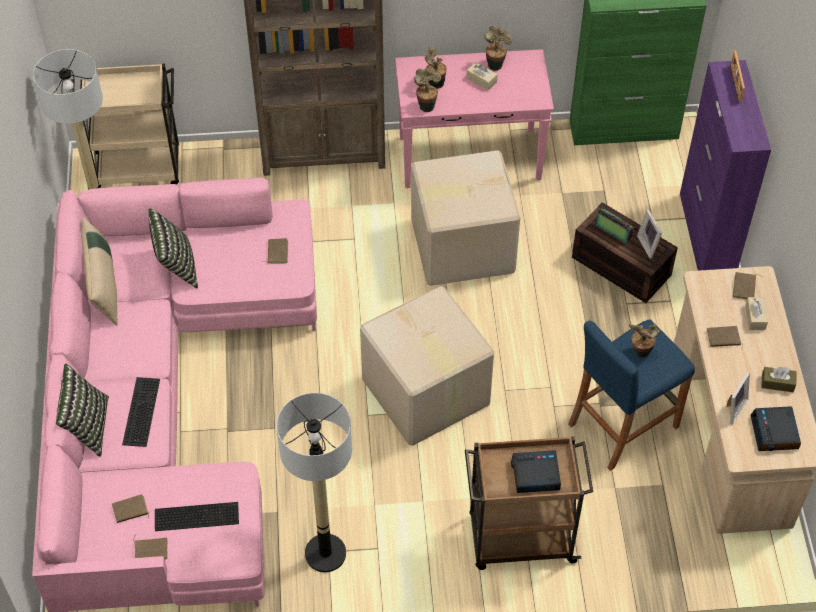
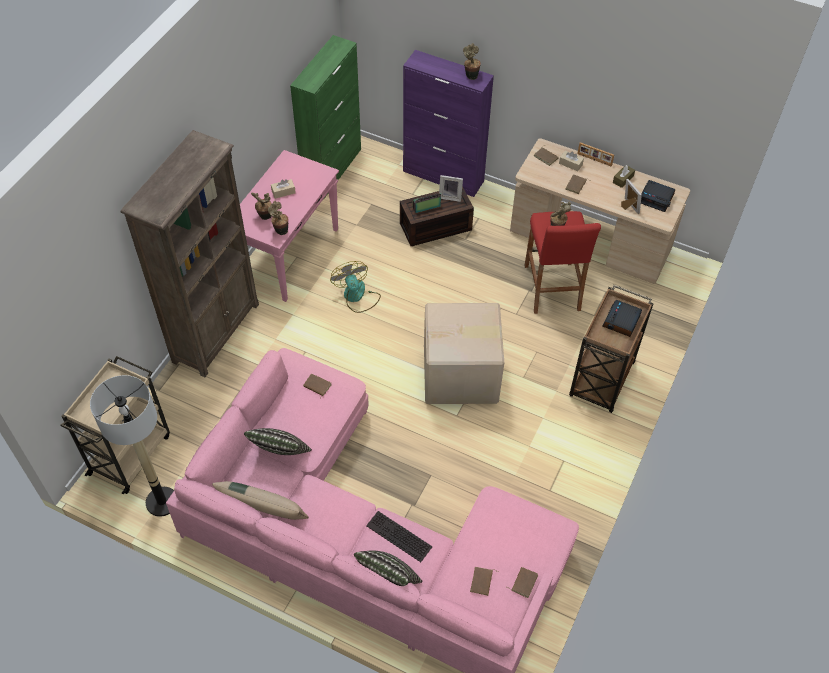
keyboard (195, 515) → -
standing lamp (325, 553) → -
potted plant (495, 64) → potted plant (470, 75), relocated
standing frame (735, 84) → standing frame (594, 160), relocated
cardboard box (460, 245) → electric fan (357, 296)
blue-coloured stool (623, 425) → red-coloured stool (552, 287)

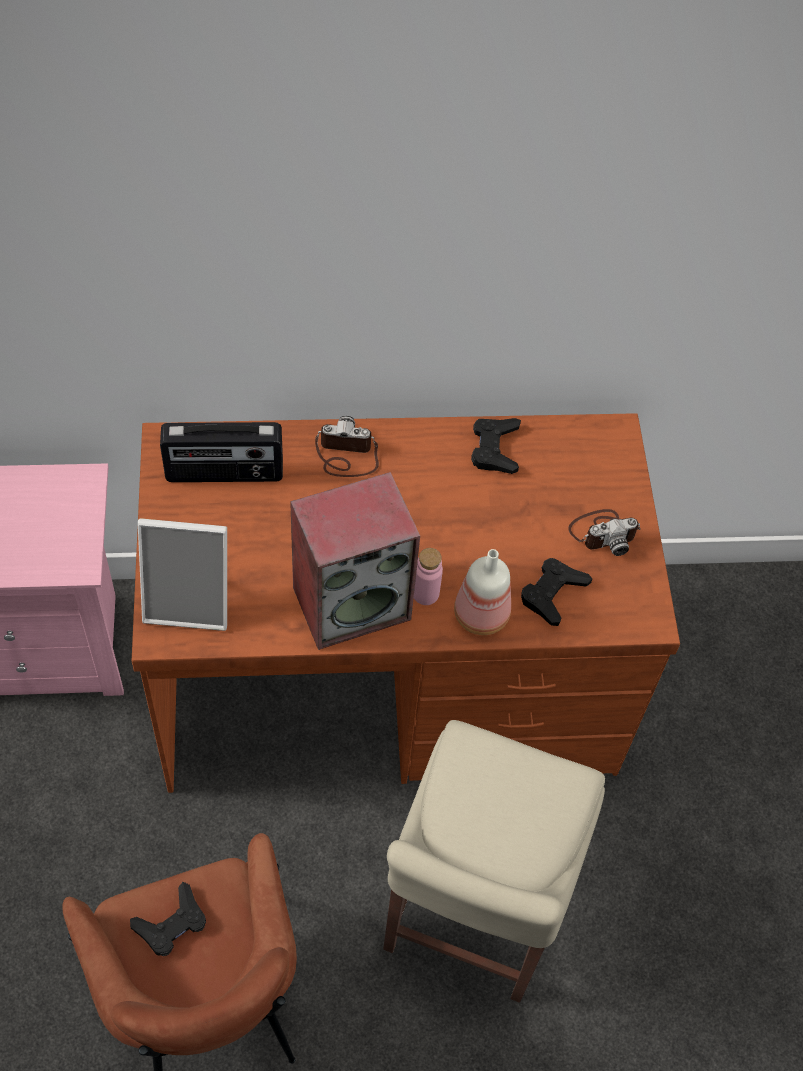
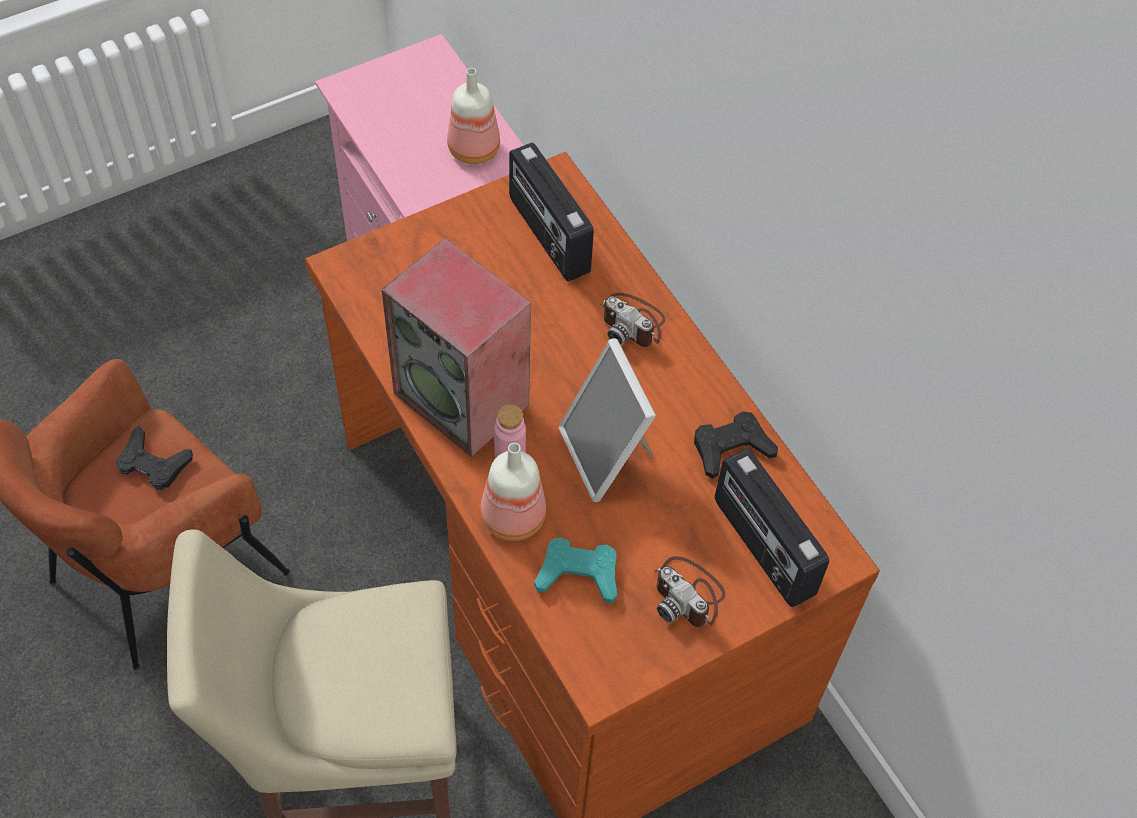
- → drink bottle (475, 149)
- → radio set (762, 548)
standing frame (190, 601) → standing frame (608, 455), relocated
black joypad (552, 594) → turquoise joypad (578, 574)
photo camera (346, 456) → photo camera (633, 322), 150 degrees clockwise

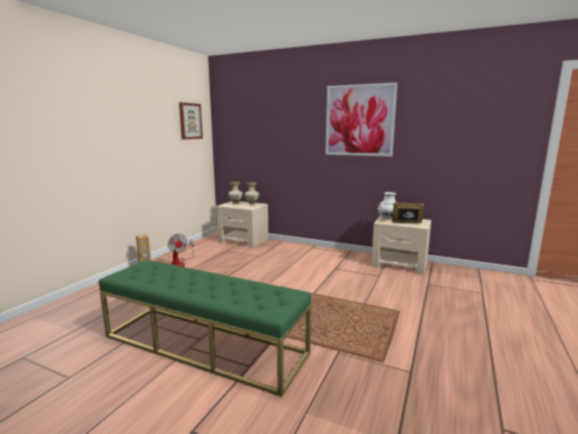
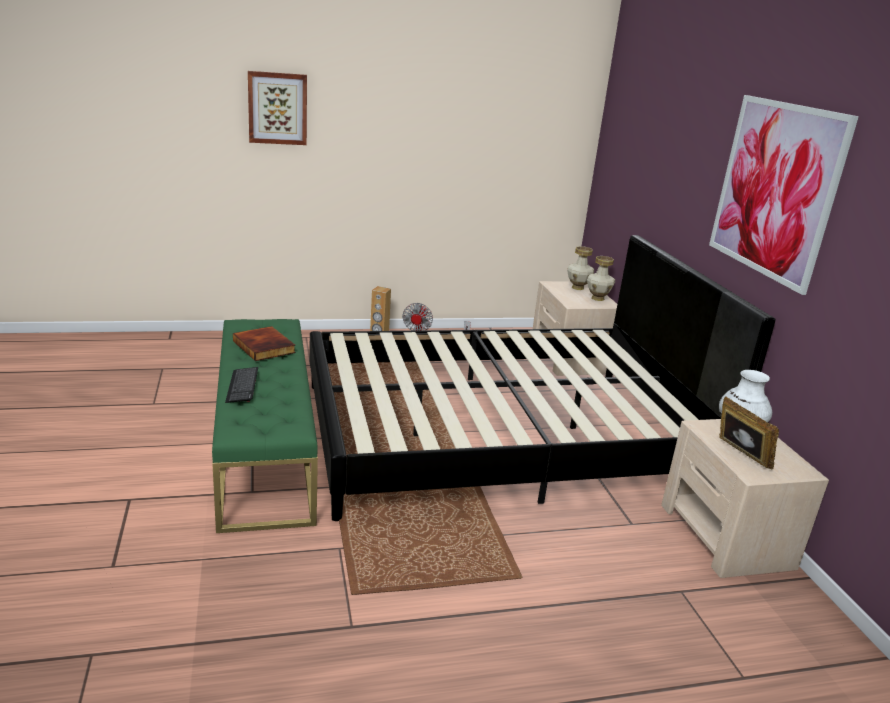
- → keyboard (242, 386)
- → volume (265, 347)
- → black sleeping bed (500, 436)
wall art (190, 121) → wall art (277, 108), relocated

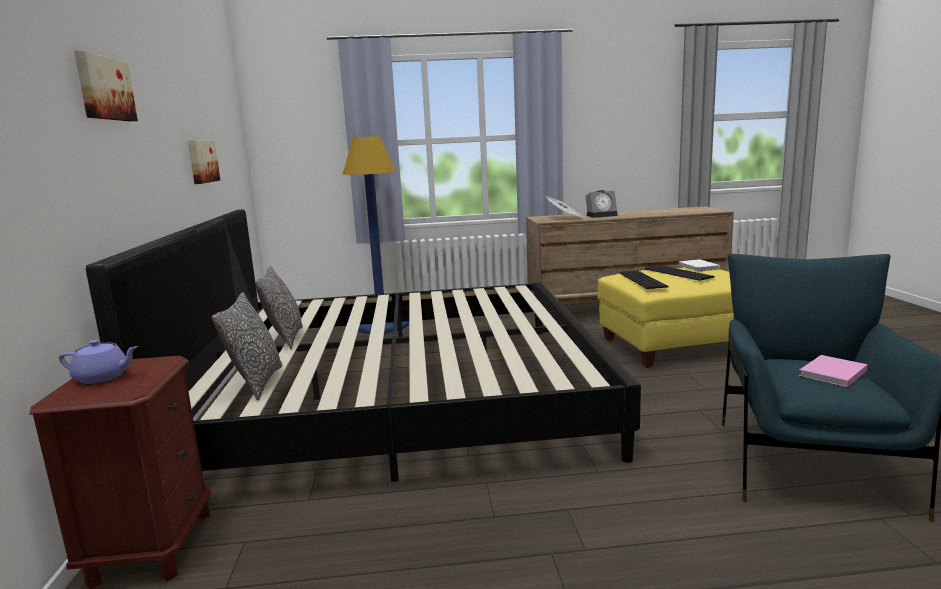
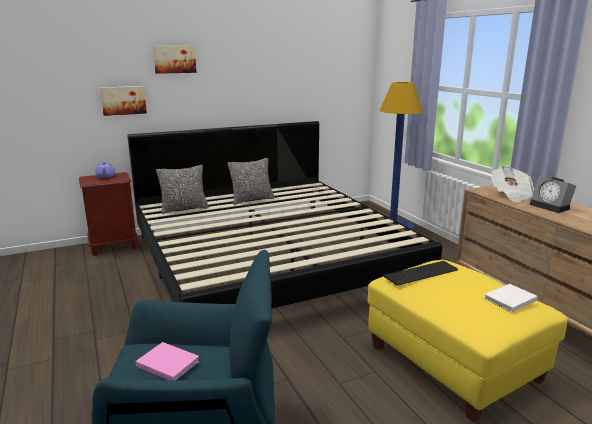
keyboard (678, 272) → -
wall art (201, 161) → wall art (123, 100), relocated

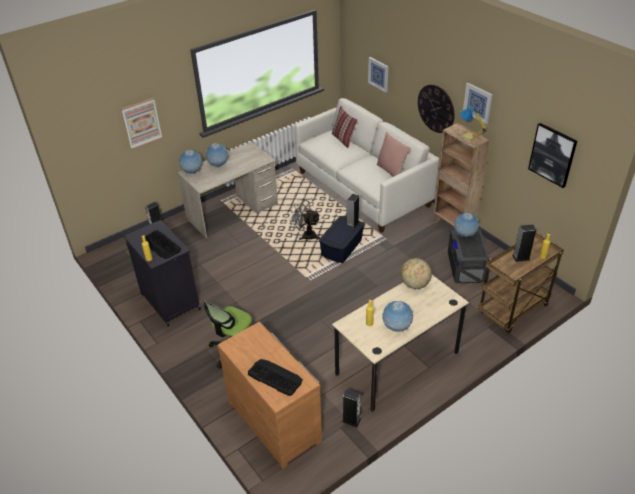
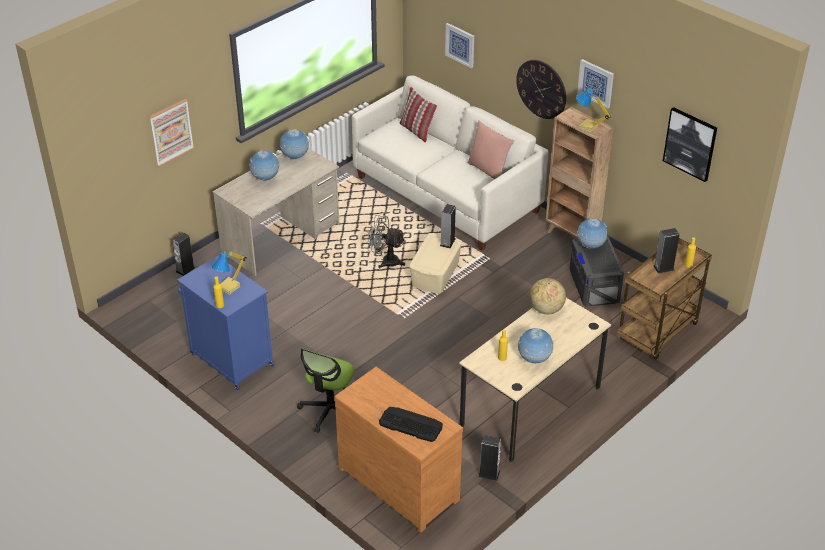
globe (192, 172) → globe (295, 157), relocated
keyboard (161, 245) → table lamp (230, 287)
black cupboard (169, 301) → blue-coloured cupboard (230, 359)
blue-coloured storage box (341, 247) → beige-coloured storage box (435, 273)

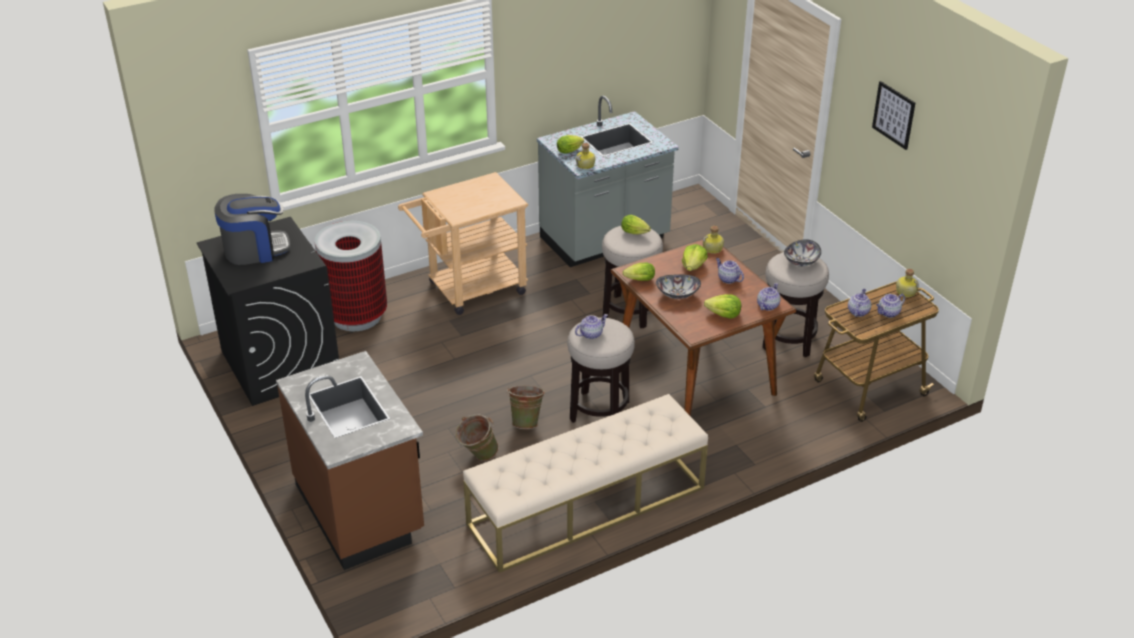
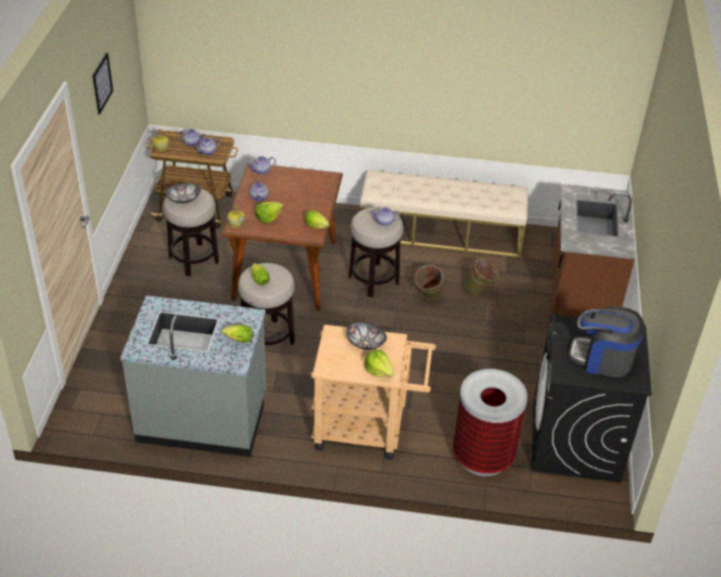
drink bottle (586, 165) → -
deep dish (677, 294) → deep dish (365, 343), relocated
lettuce head (723, 314) → lettuce head (379, 370), relocated

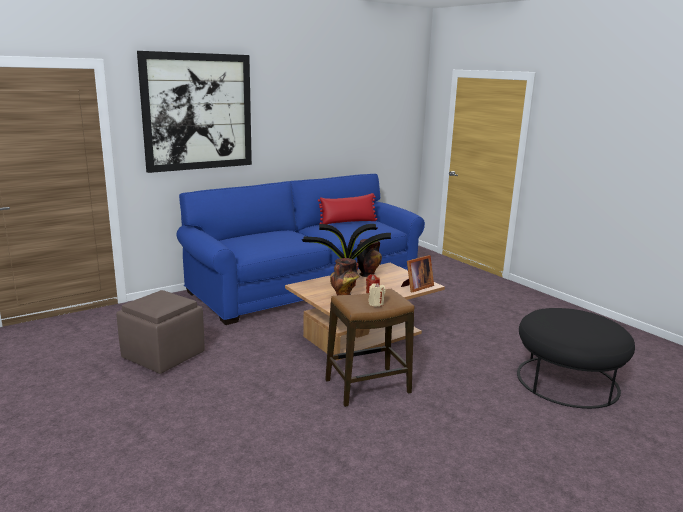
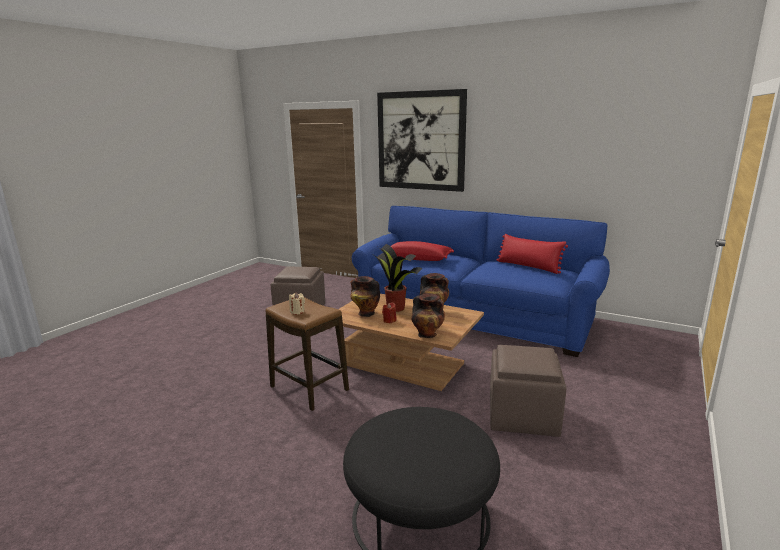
- → red-coloured throw pillow (419, 259)
- → brown ottoman (523, 416)
standing frame (416, 287) → flower vase (428, 335)

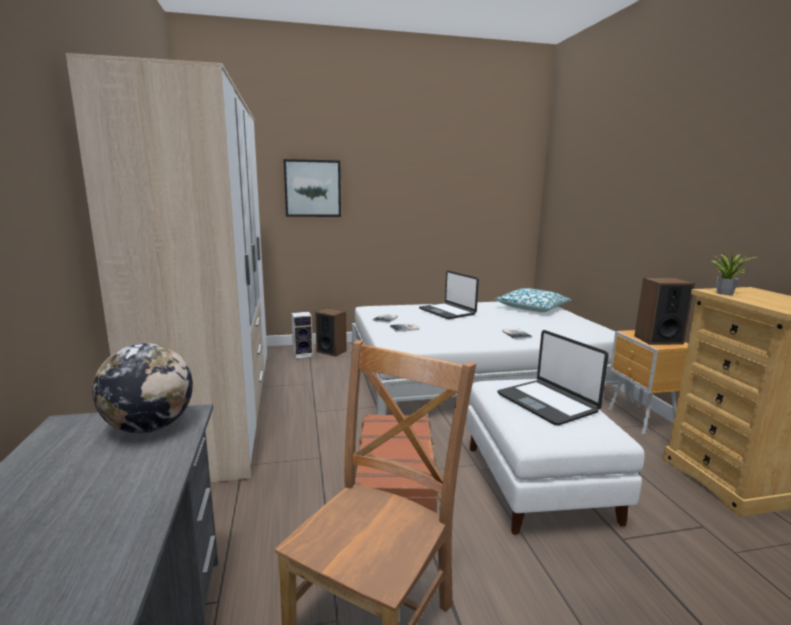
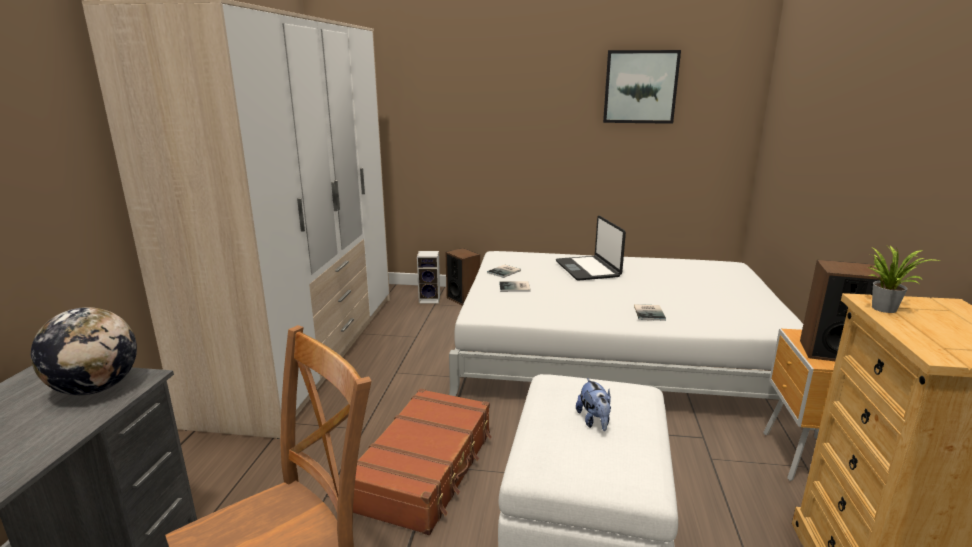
throw pillow (532, 308) → -
wall art (312, 188) → wall art (640, 87), relocated
notebook computer (547, 403) → soft toy (594, 421)

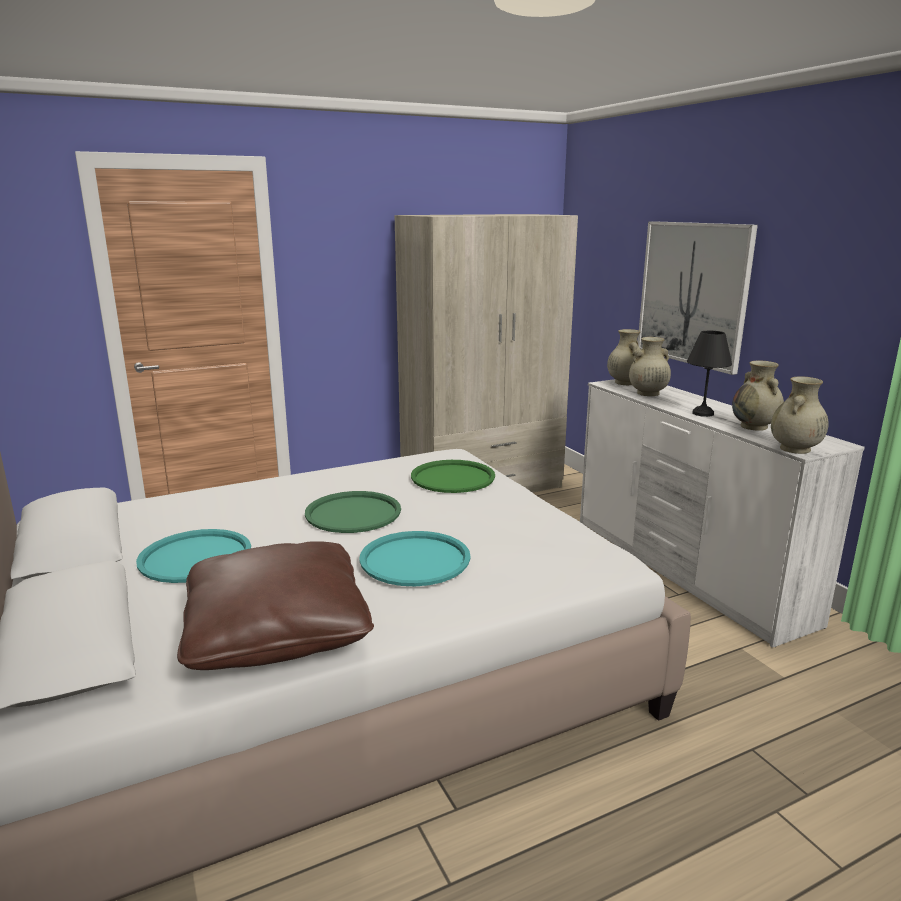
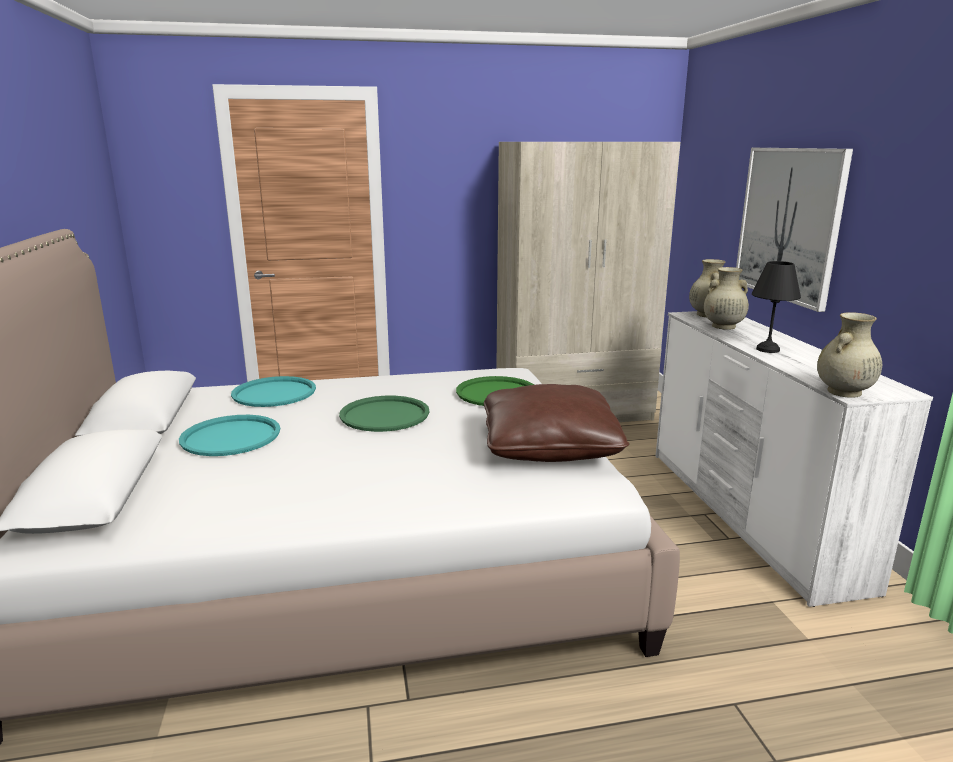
beige-coloured flower vase (754, 427) → -
brown throw pillow (277, 631) → brown throw pillow (549, 446), relocated
turquoise tray (415, 560) → turquoise tray (274, 393), relocated

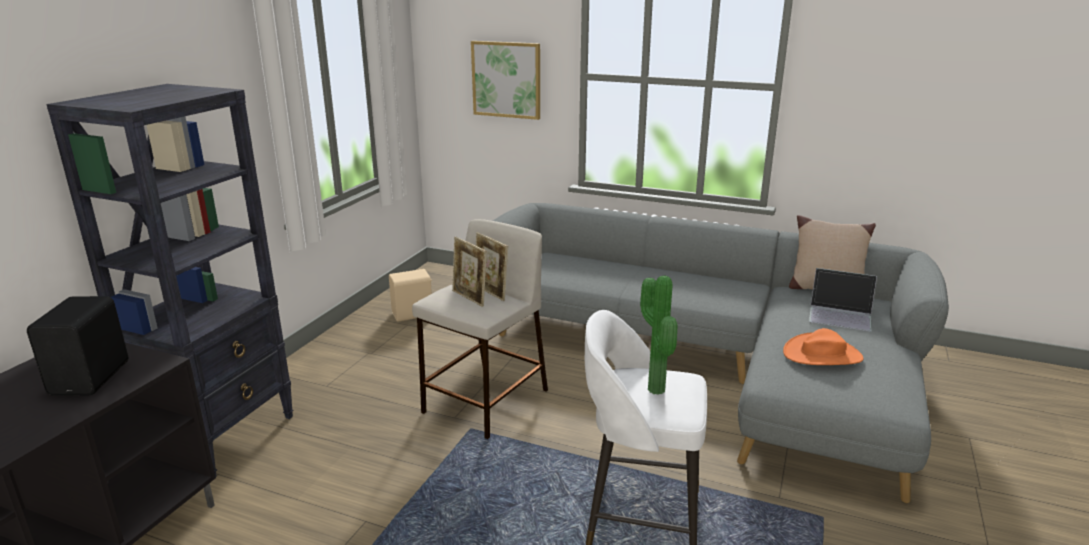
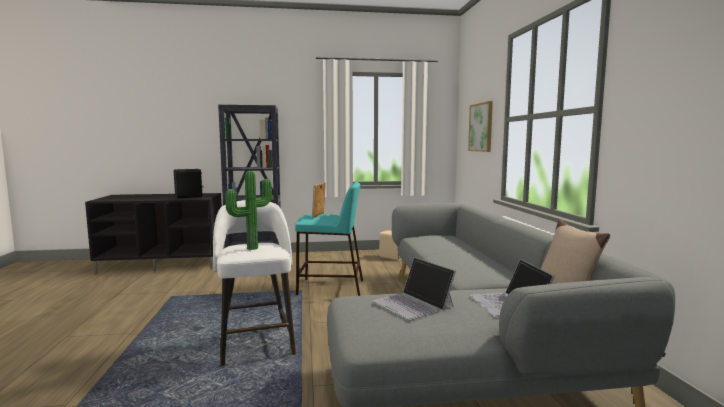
standing frame (491, 292) → -
orangey wearable hat (822, 355) → notebook computer (413, 304)
beige-coloured stool (485, 402) → turquoise stool (330, 287)

